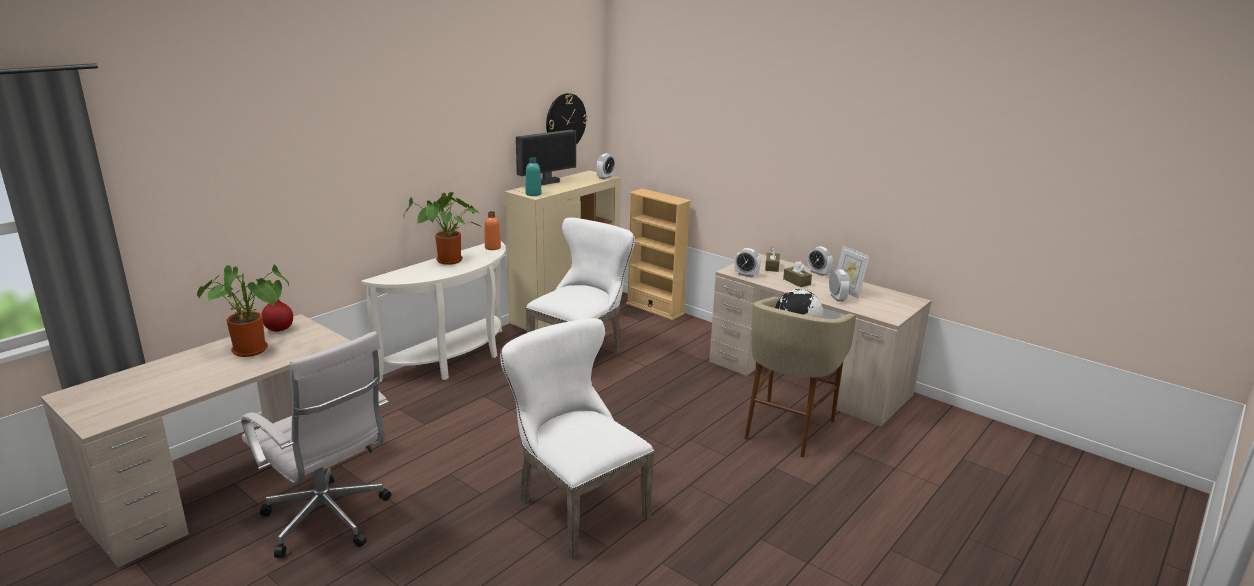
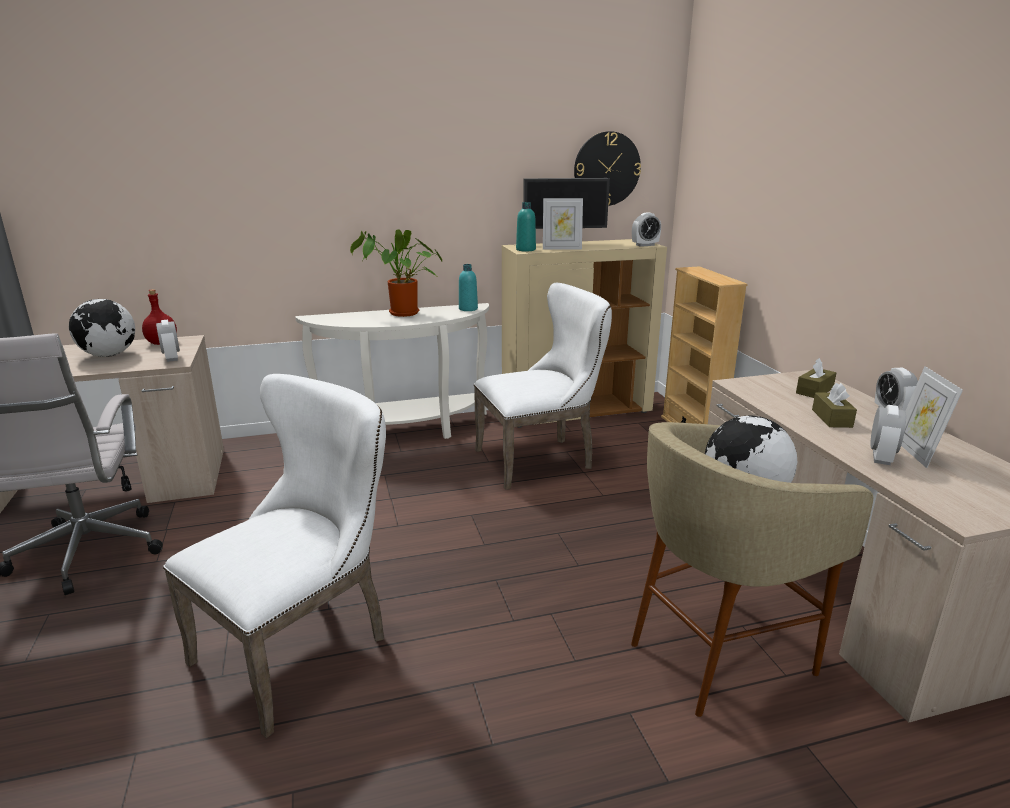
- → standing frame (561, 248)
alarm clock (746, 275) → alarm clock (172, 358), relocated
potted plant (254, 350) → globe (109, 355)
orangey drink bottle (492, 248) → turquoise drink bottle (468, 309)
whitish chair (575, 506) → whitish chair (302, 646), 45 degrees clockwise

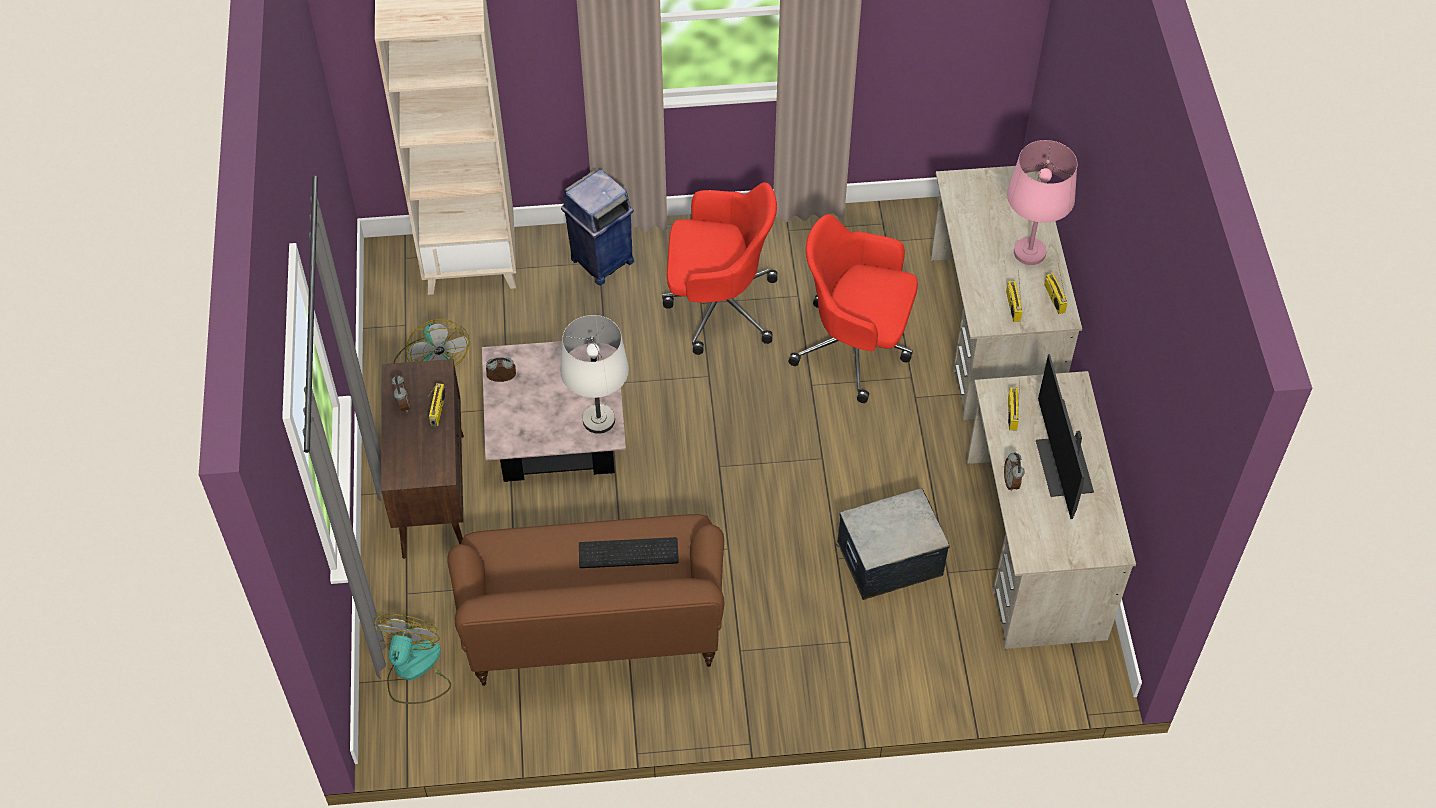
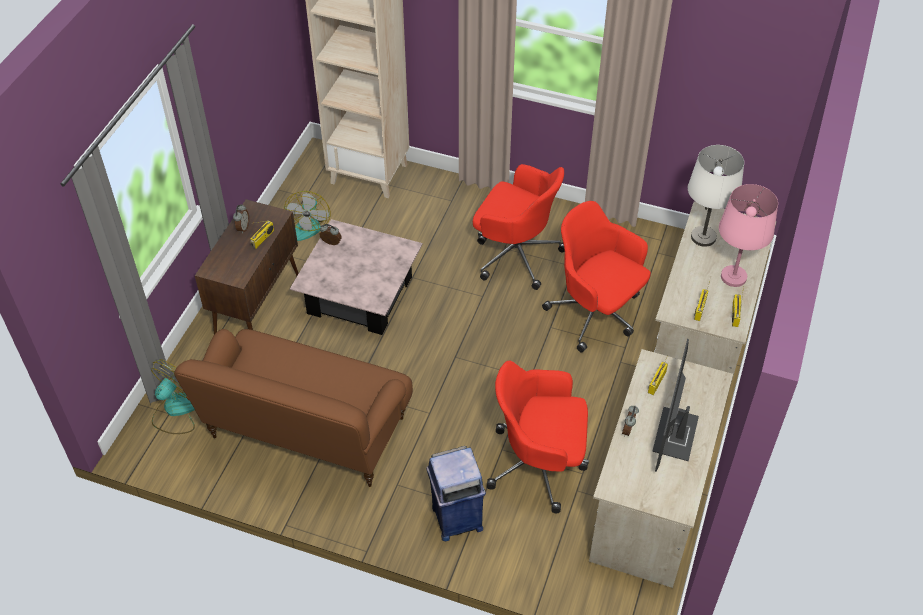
keyboard (627, 554) → -
whitish table lamp (598, 420) → whitish table lamp (703, 237), relocated
blue-coloured waste bin (601, 261) → blue-coloured waste bin (456, 518), relocated
storage box (889, 559) → red-coloured office chair (539, 464)

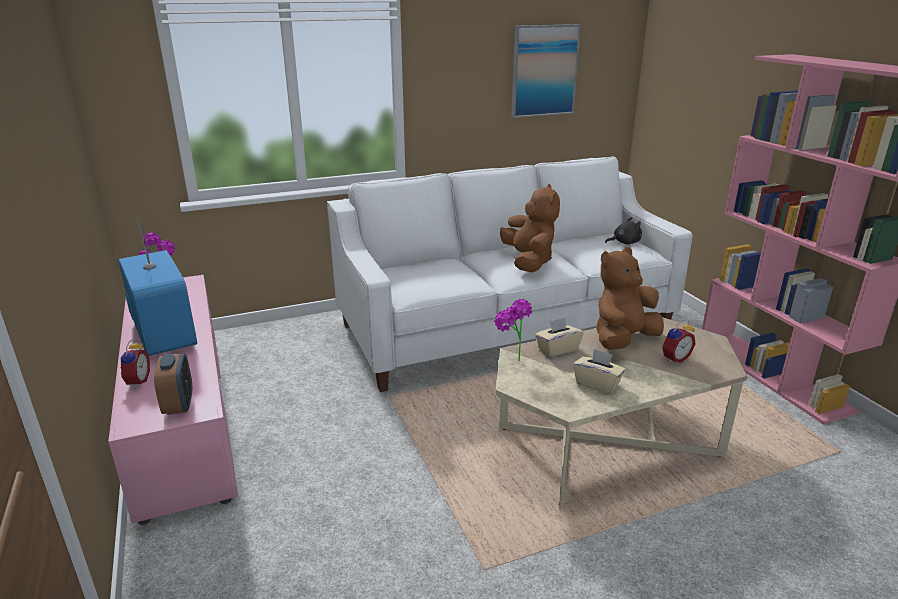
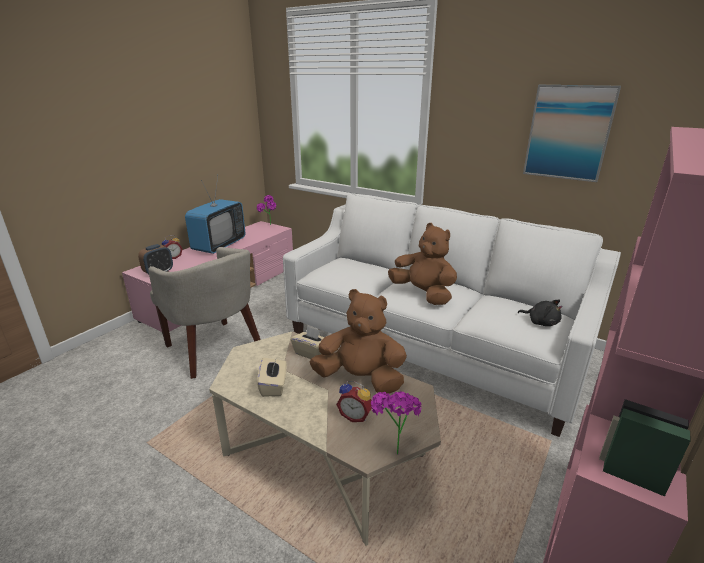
- → beige-coloured armchair (214, 349)
potted plant (510, 359) → potted plant (394, 447), relocated
brown soft toy (528, 261) → brown soft toy (423, 294), 90 degrees counterclockwise

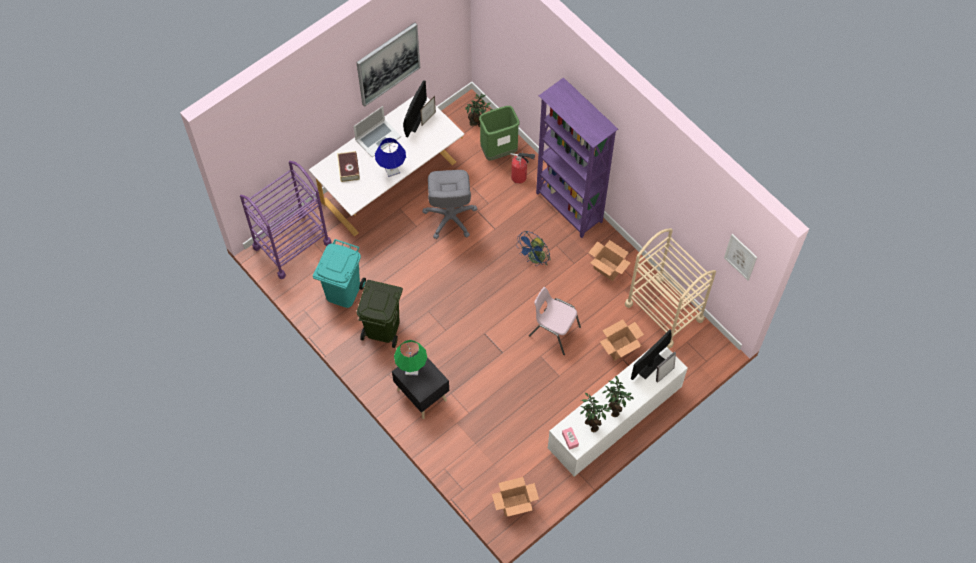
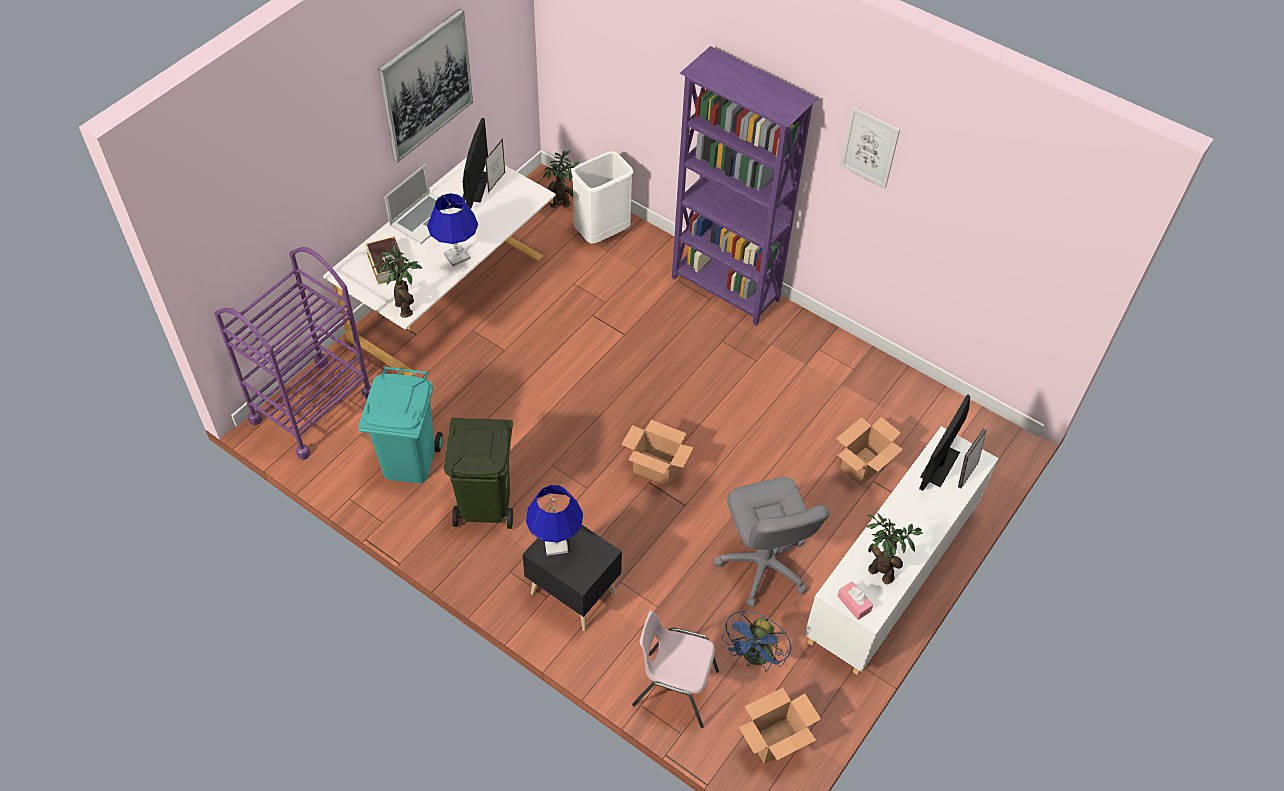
fire extinguisher (520, 177) → -
beige-coloured cart (664, 311) → -
greyish office chair (450, 217) → greyish office chair (763, 565), relocated
blue-coloured electric fan (534, 259) → blue-coloured electric fan (755, 658), relocated
pink-coloured chair (554, 331) → pink-coloured chair (674, 688), relocated
cardboard box (607, 269) → cardboard box (655, 468), relocated
potted plant (614, 407) → potted plant (404, 306), relocated
wall art (740, 257) → wall art (869, 147), relocated
green table lamp (412, 369) → blue-coloured table lamp (555, 544)
green waste bin (499, 151) → whitish waste bin (602, 234)

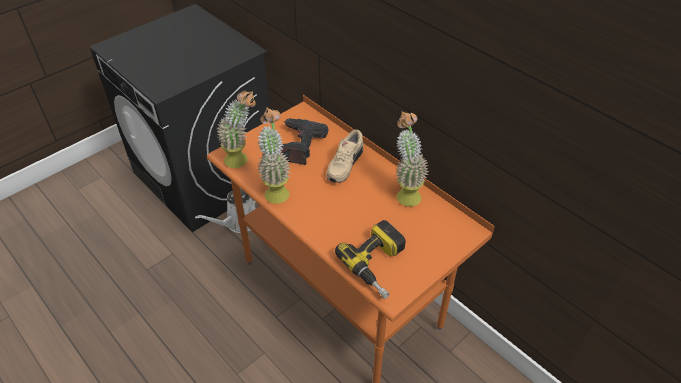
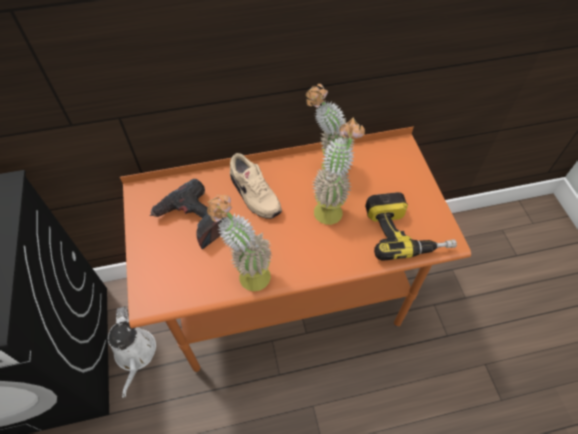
potted plant (242, 160) → potted plant (332, 207), relocated

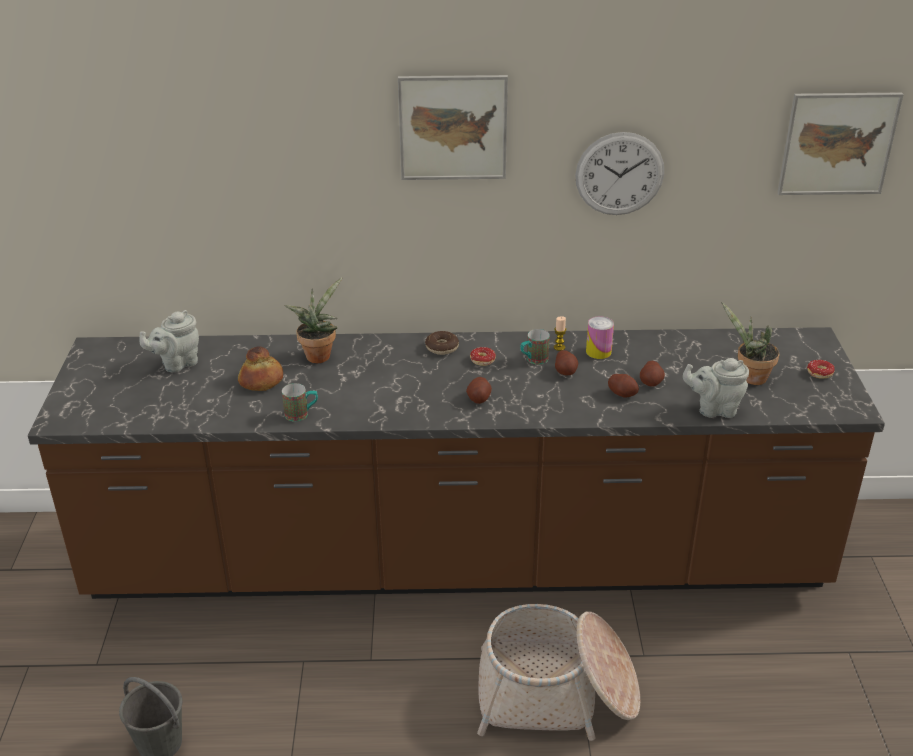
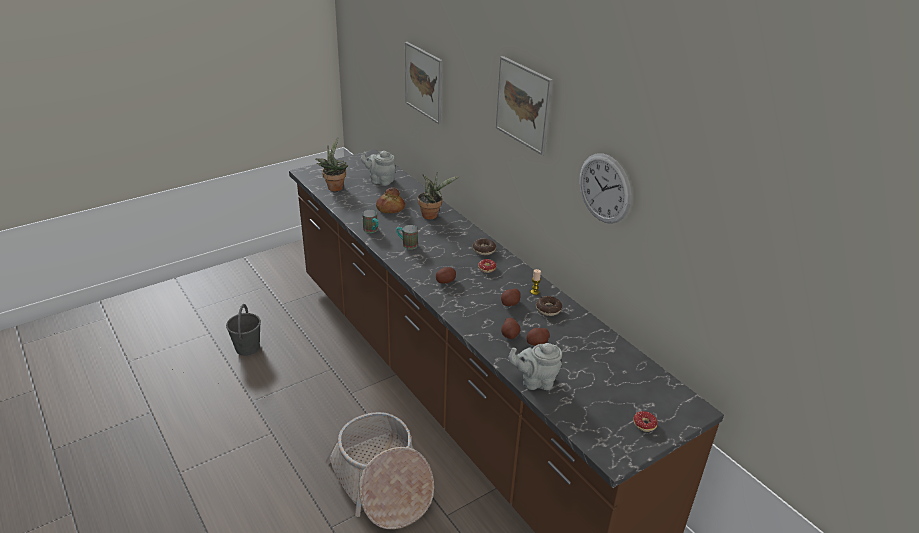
mug (533, 360) → mug (407, 244), relocated
potted plant (749, 378) → potted plant (334, 187), relocated
wall art (838, 144) → wall art (424, 82), relocated
metal can (598, 352) → ring doughnut (548, 309)
greyish pot for tea (714, 409) → greyish pot for tea (535, 381), 60 degrees counterclockwise

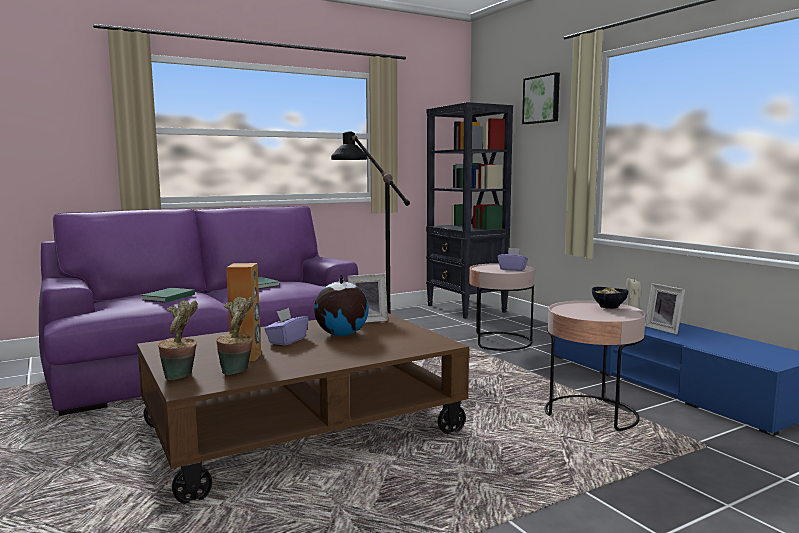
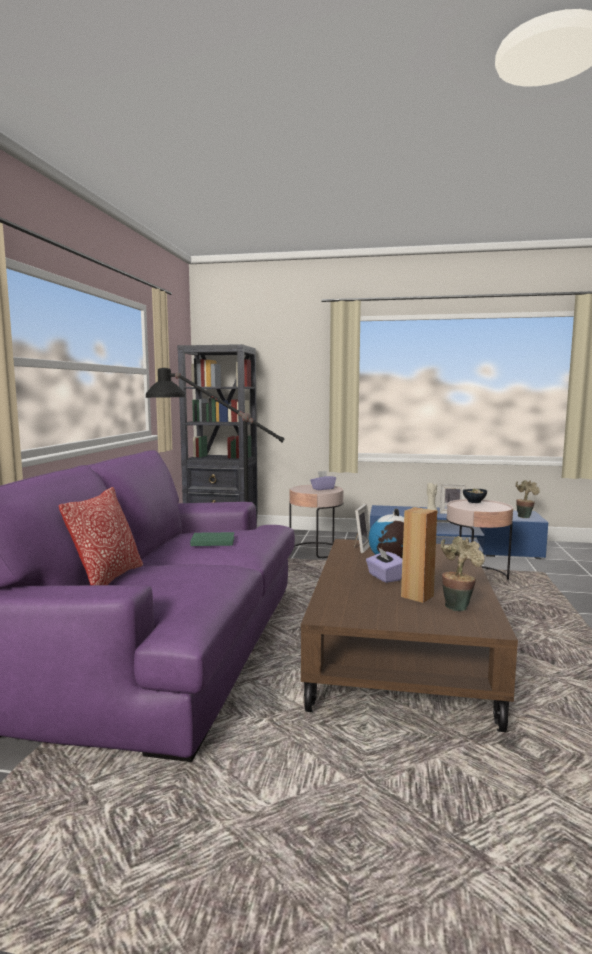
green volume (167, 297) → -
wall art (542, 99) → -
- → throw pillow (107, 579)
potted plant (181, 376) → potted plant (524, 516), relocated

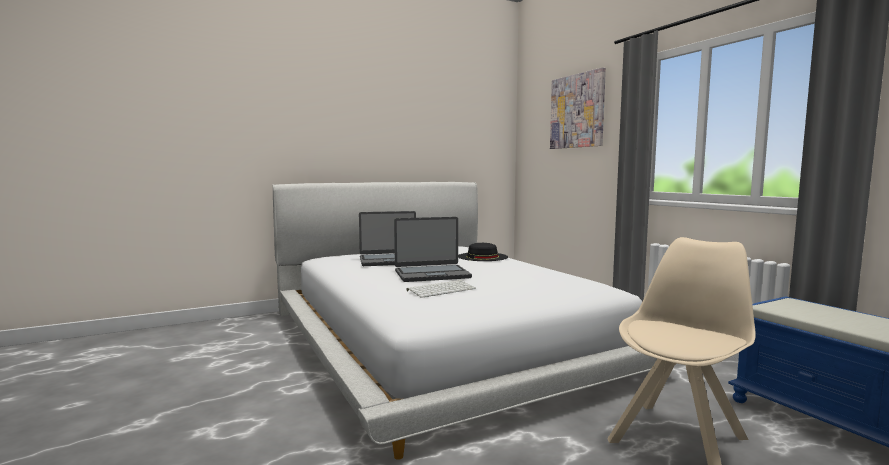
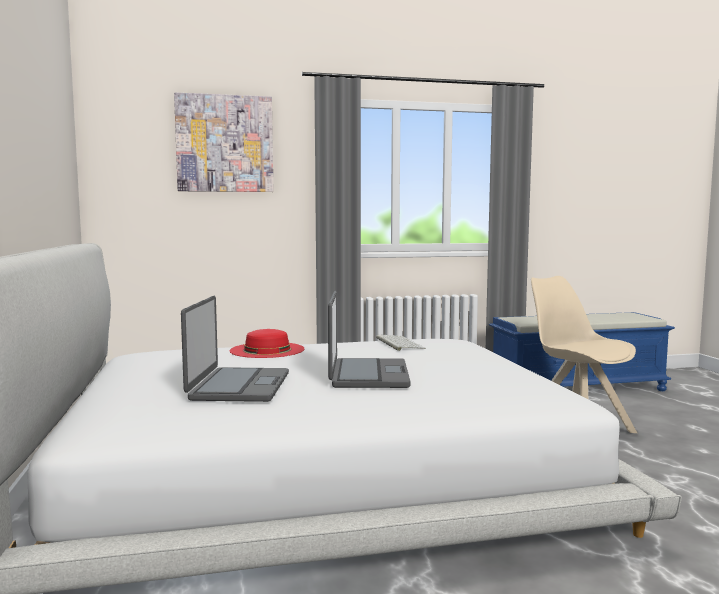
keyboard (441, 289) → keyboard (398, 343), relocated
black wearable hat (482, 256) → red-coloured wearable hat (267, 350)

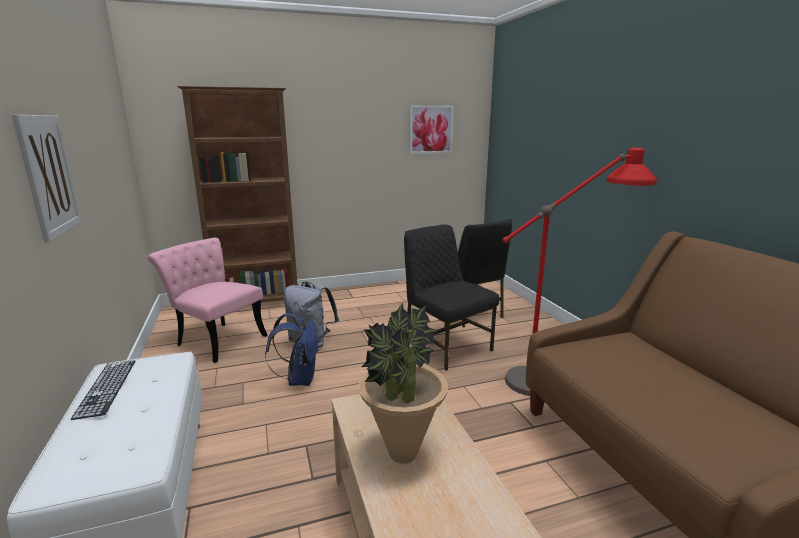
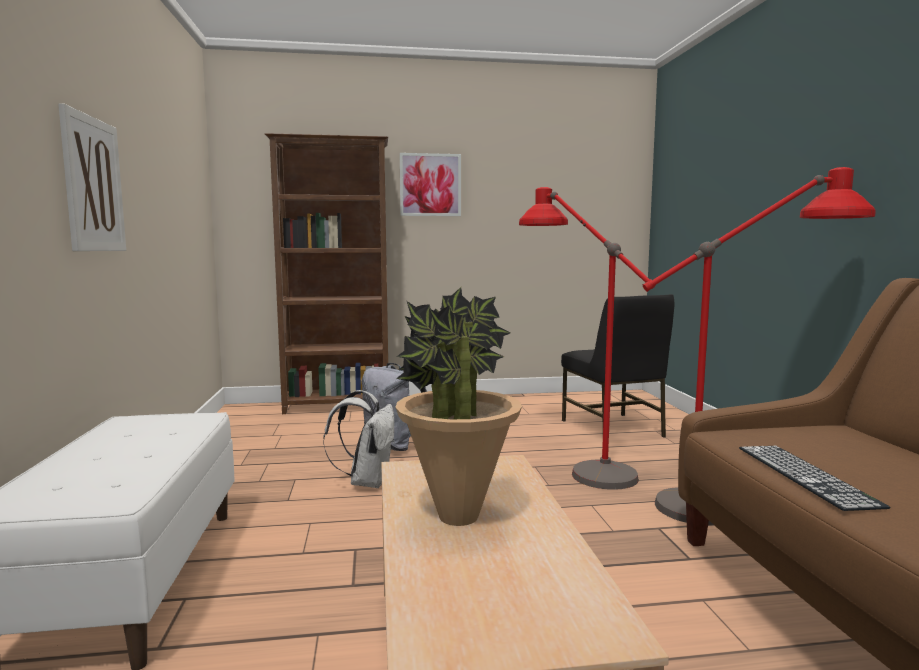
pink-coloured chair (216, 339) → -
keyboard (106, 387) → keyboard (805, 475), relocated
wall art (431, 129) → wall art (430, 185), relocated
black chair (446, 346) → red-coloured standing lamp (575, 461)
blue-coloured knapsack (299, 379) → whitish knapsack (367, 481)

